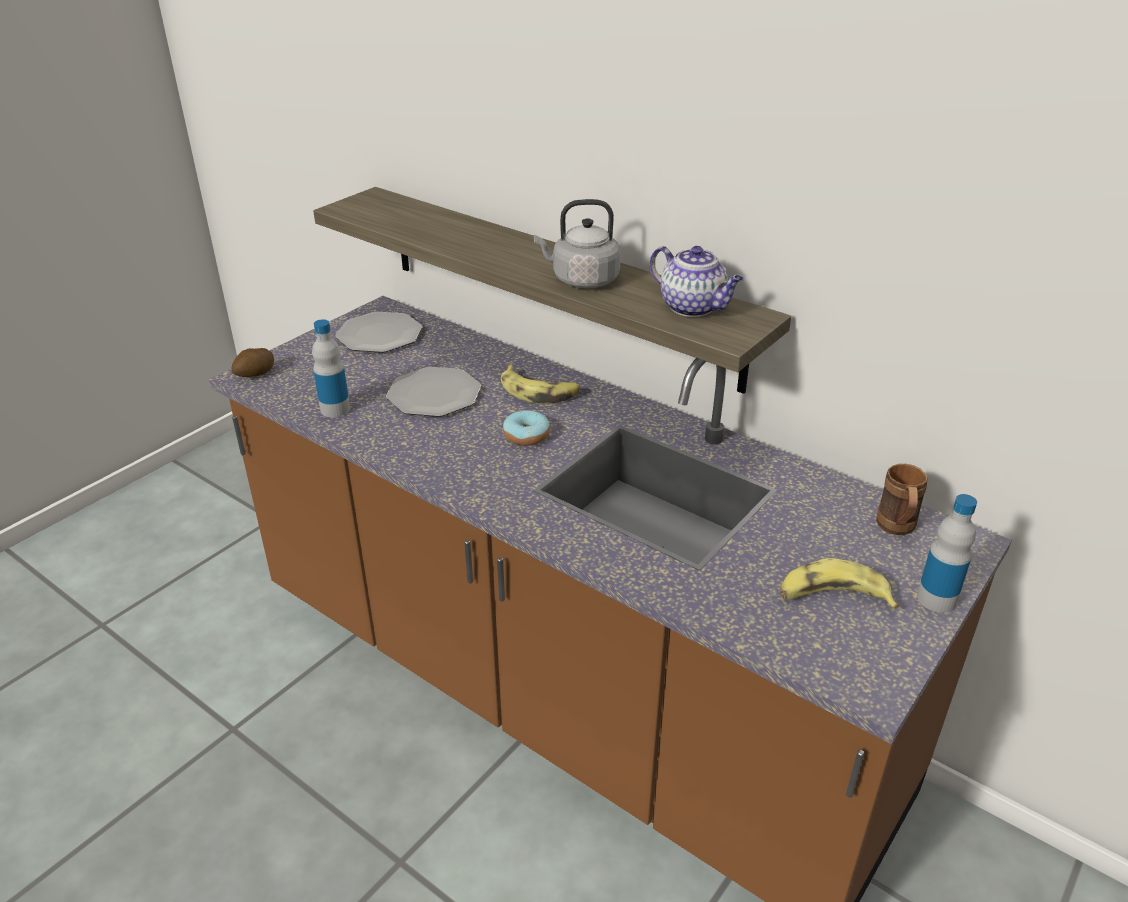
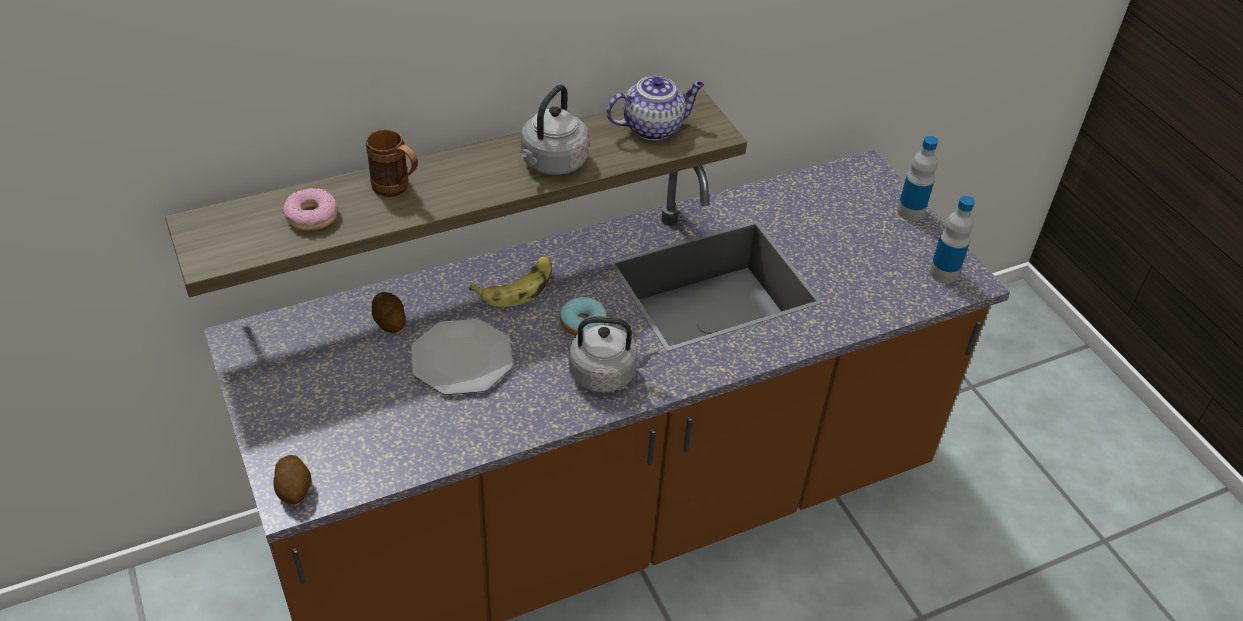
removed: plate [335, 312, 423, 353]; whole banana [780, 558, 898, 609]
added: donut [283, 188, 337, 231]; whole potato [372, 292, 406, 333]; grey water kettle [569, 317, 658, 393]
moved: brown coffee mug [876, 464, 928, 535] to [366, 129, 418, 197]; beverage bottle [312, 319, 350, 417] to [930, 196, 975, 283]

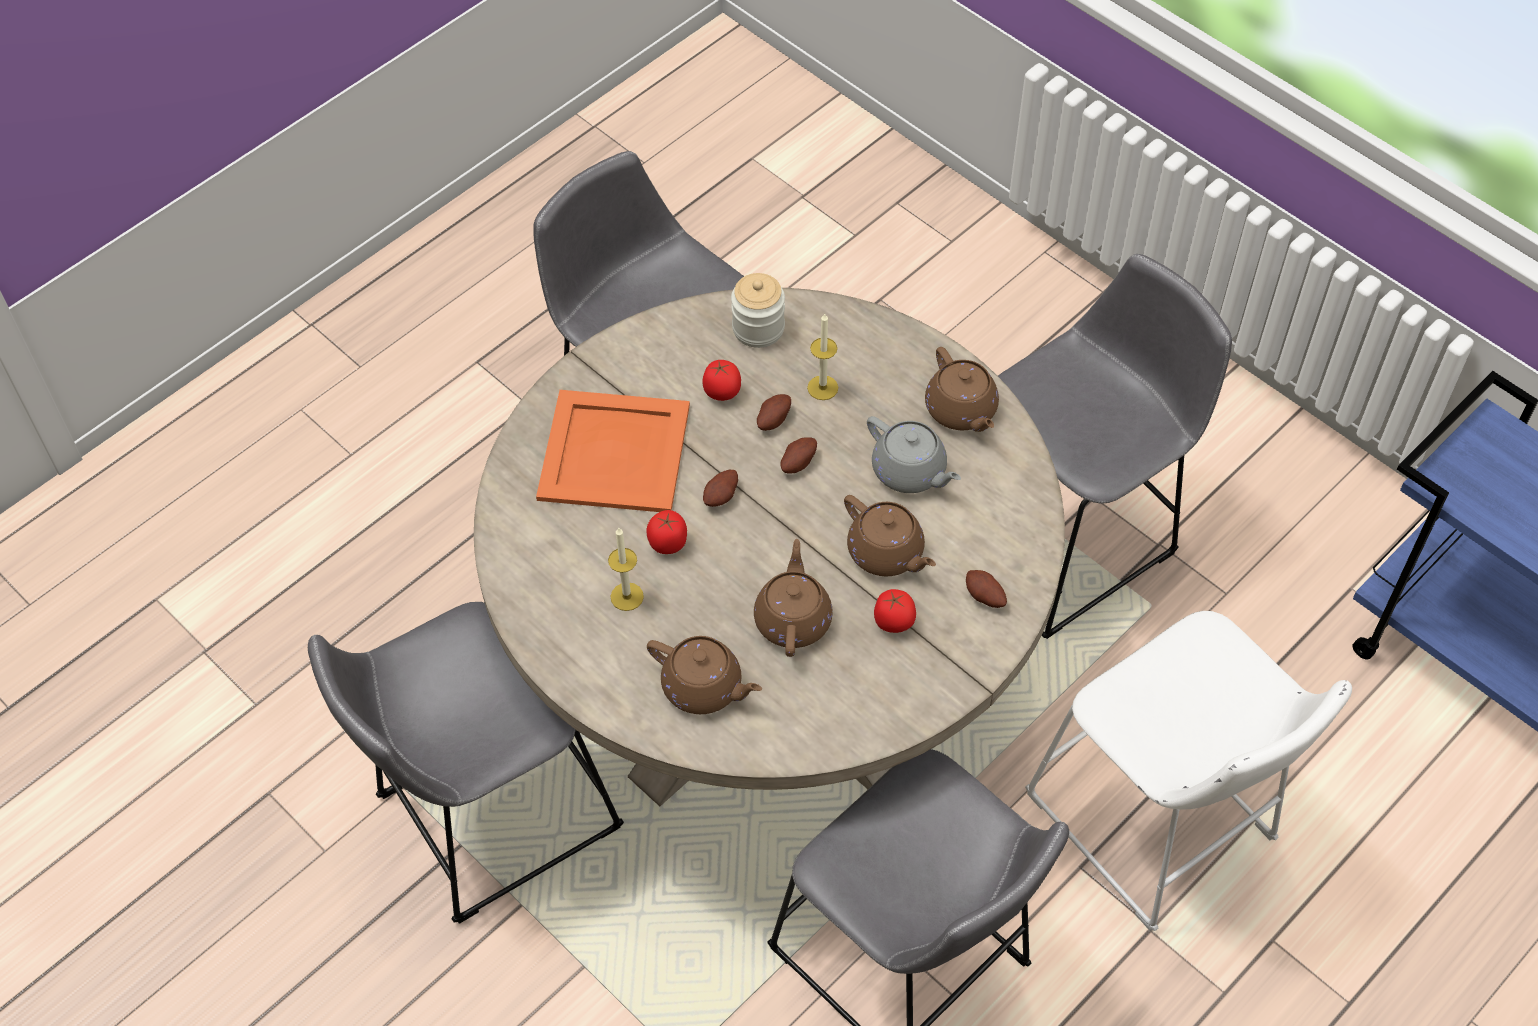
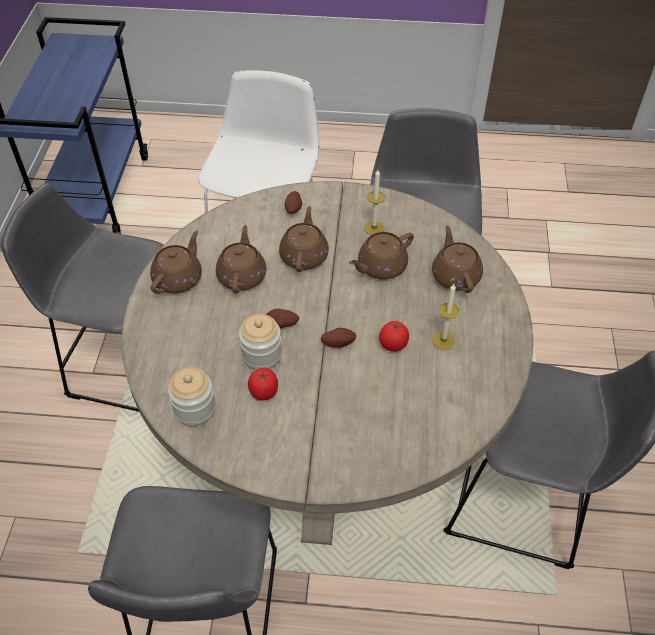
removed: orange-coloured tray [536, 390, 690, 512]; whole tomato [874, 589, 916, 633]
moved: wax candle [807, 314, 838, 400] to [364, 170, 385, 235]
replaced: whole potato [757, 394, 791, 431] to preserve jar [239, 314, 282, 370]
recoloured: grey pot for tea [867, 416, 961, 493] to brown pot for tea [216, 225, 266, 293]

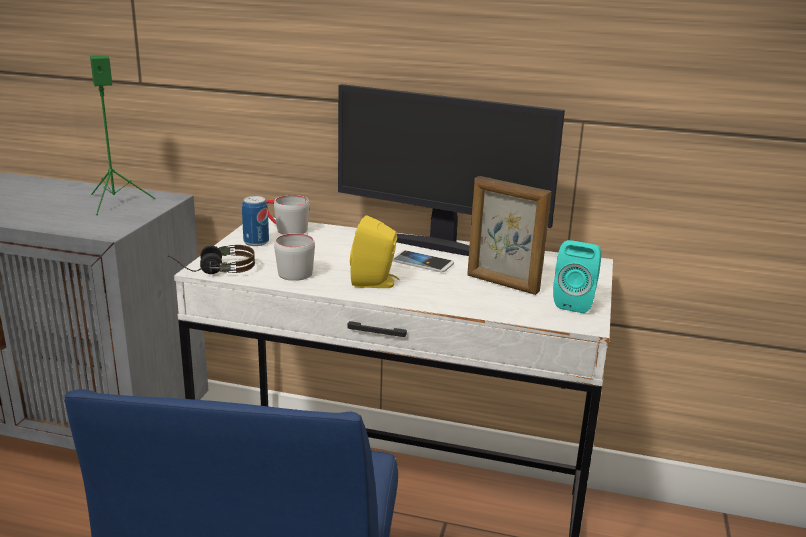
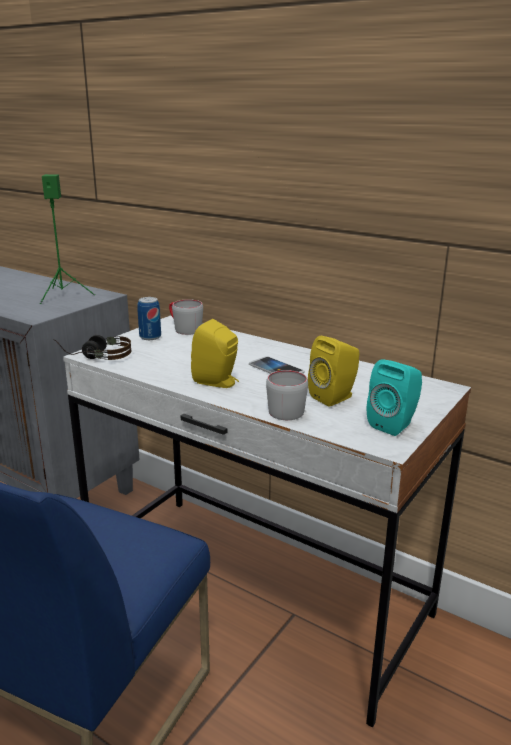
removed: computer display [338, 84, 565, 256]
moved: grey coffee mug [274, 233, 315, 281] to [266, 370, 308, 420]
replaced: photo frame [467, 176, 551, 295] to yellow-coloured loudspeaker [308, 336, 359, 406]

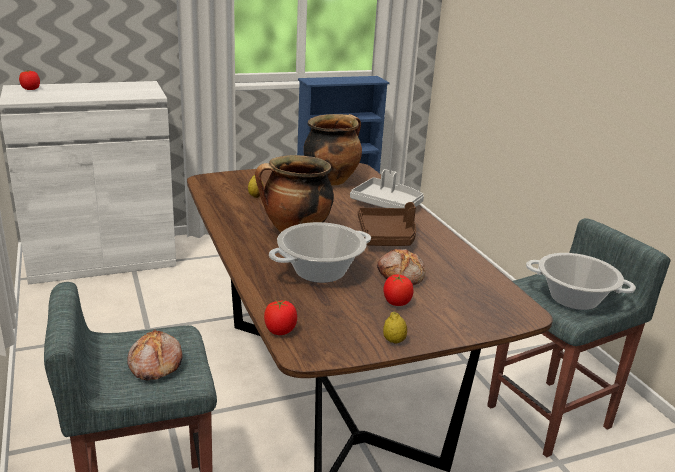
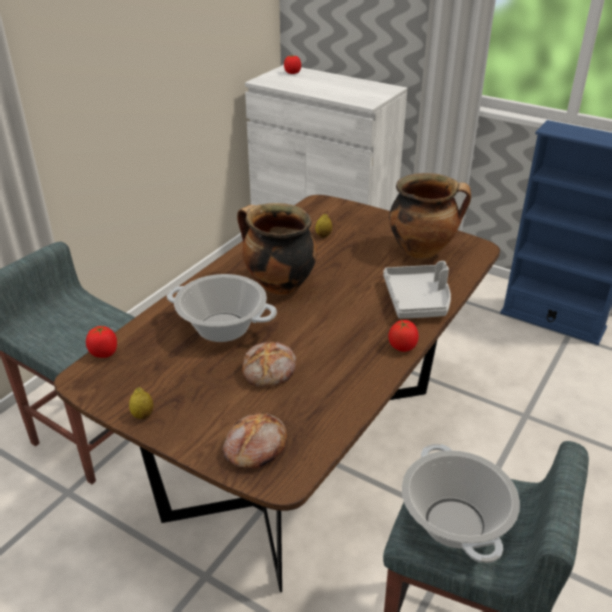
removed: brown tray [358, 202, 416, 246]
moved: bakery bread [127, 329, 183, 381] to [223, 413, 287, 468]; whole tomato [384, 274, 413, 306] to [389, 320, 419, 352]

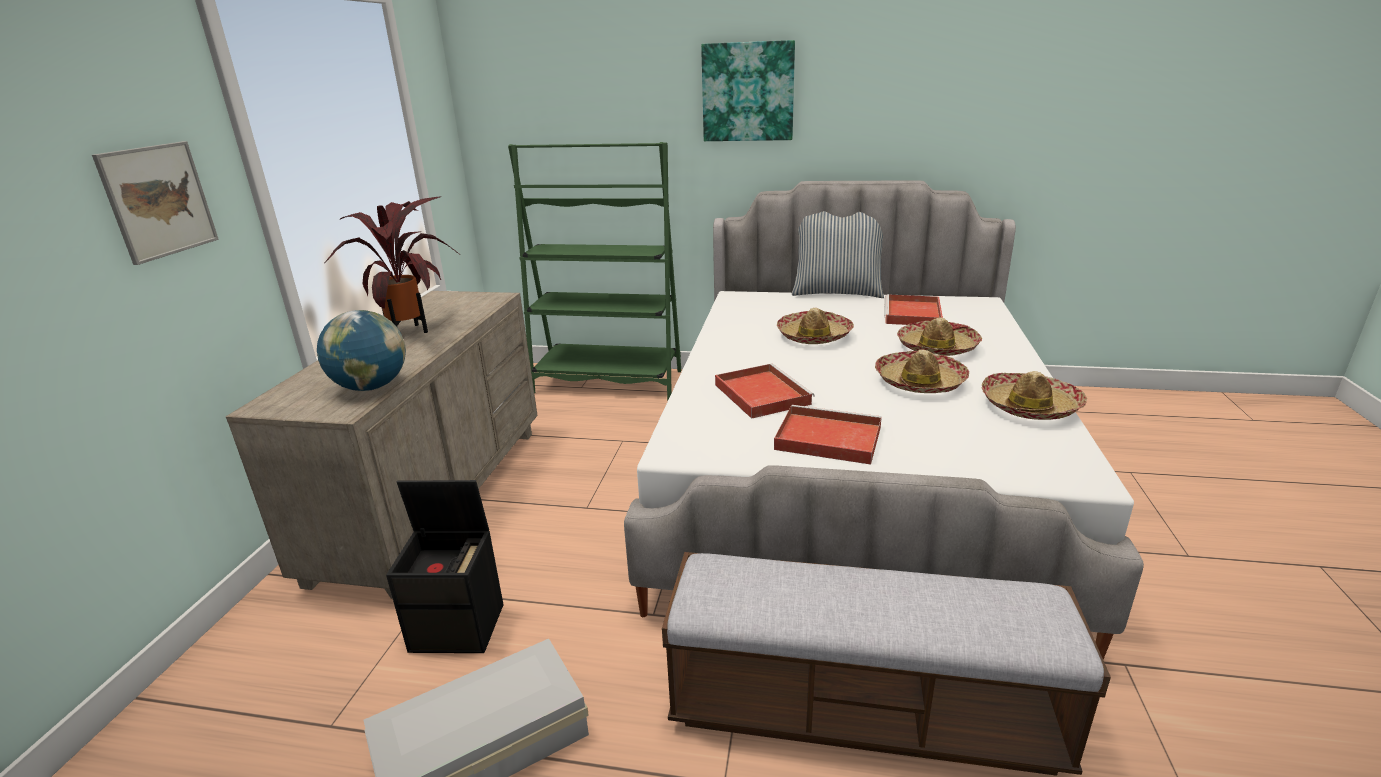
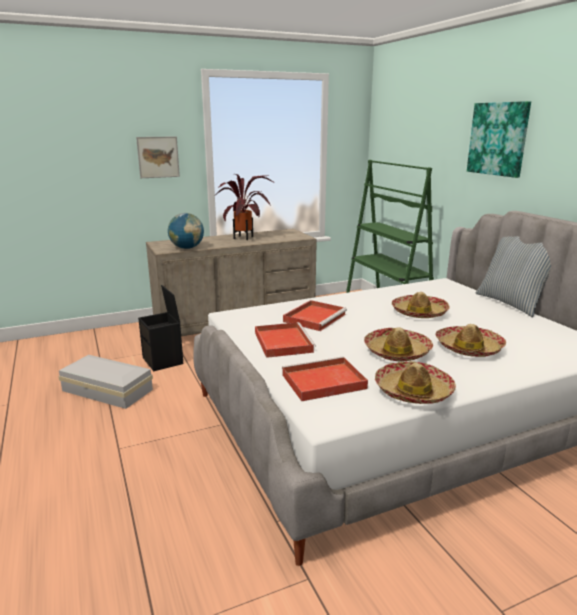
removed: indoor bench [662, 552, 1111, 776]
moved: red tray [884, 294, 943, 325] to [282, 357, 368, 401]

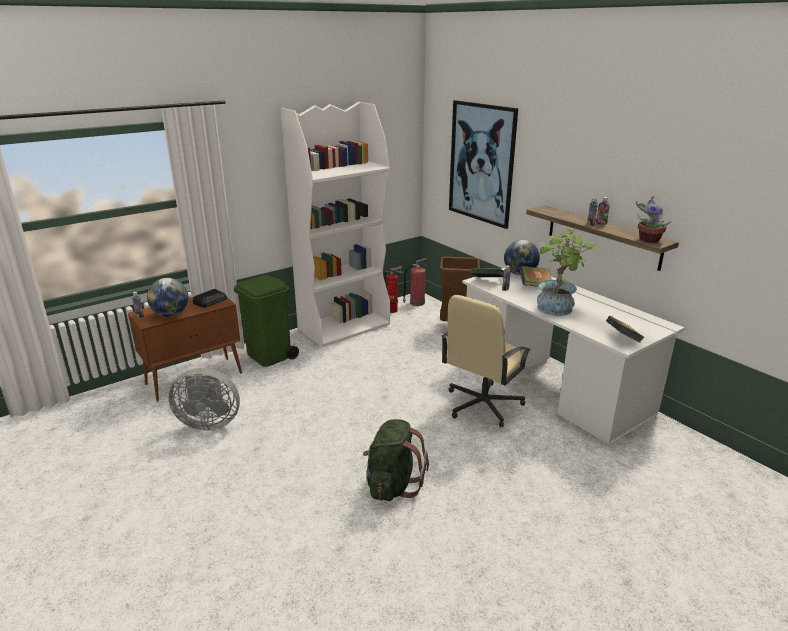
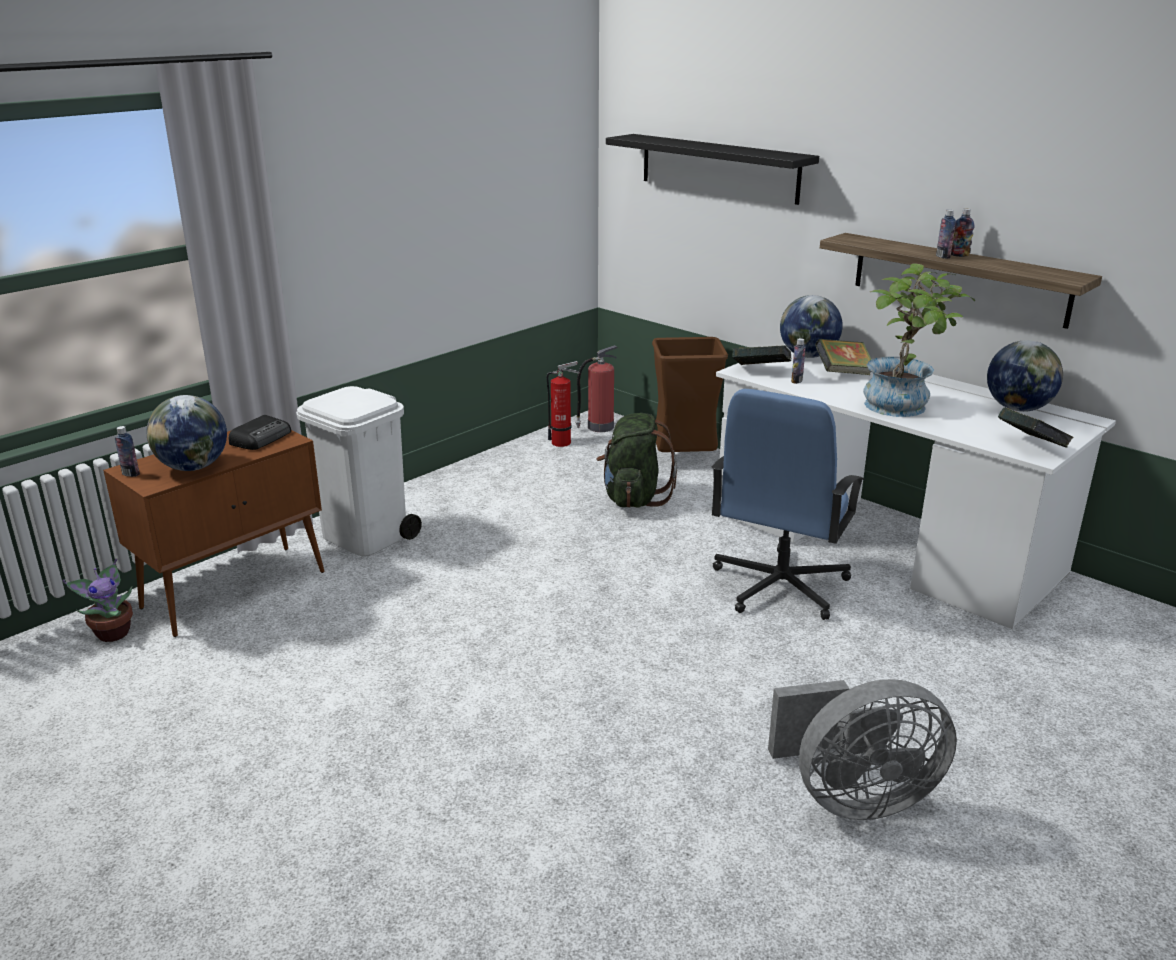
removed: whitish shelving unit [281, 102, 390, 347]
added: world globe [987, 340, 1063, 412]
moved: houseplant [636, 196, 671, 243] to [62, 559, 133, 642]; green knapsack [363, 419, 429, 501] to [596, 413, 677, 508]; grey electric fan [169, 368, 240, 431] to [768, 679, 957, 820]
replaced: picture [449, 100, 518, 229] to black-coloured wall shelf [606, 134, 819, 205]
recoloured: green waste bin [234, 275, 299, 367] to whitish waste bin [296, 386, 422, 556]; sand-coloured computer chair [441, 295, 531, 427] to bluish computer chair [712, 389, 865, 620]

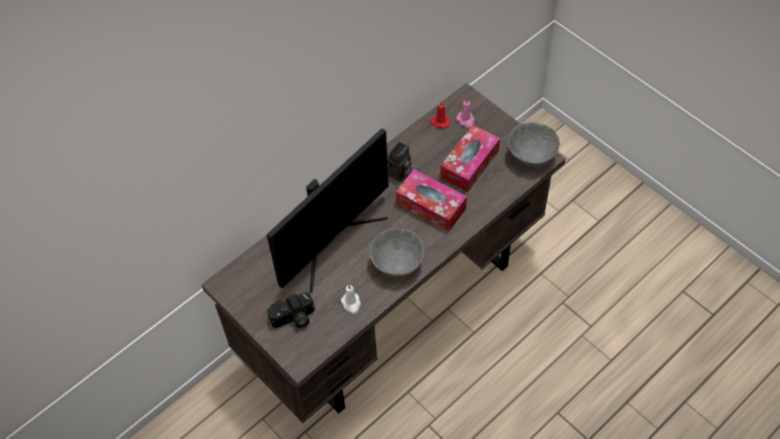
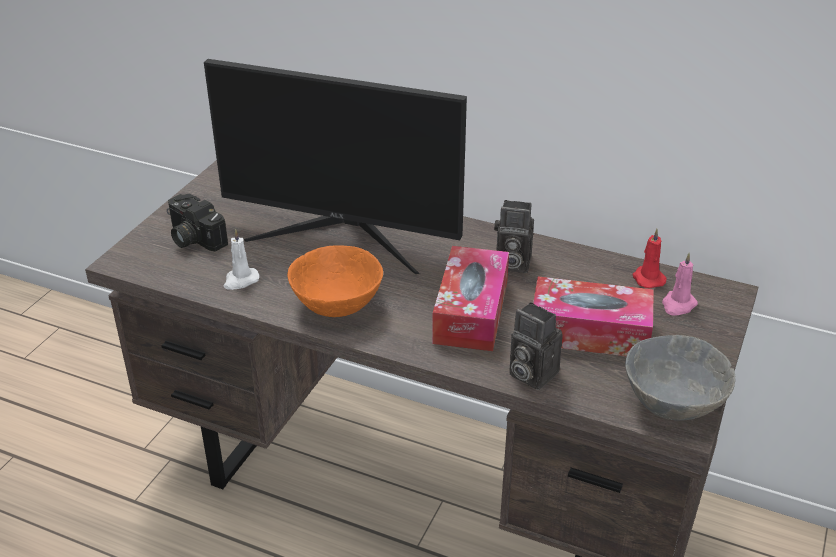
added: photo camera [509, 302, 563, 390]
recoloured: grey bowl [370, 229, 424, 277] to orange-coloured bowl [287, 245, 383, 317]

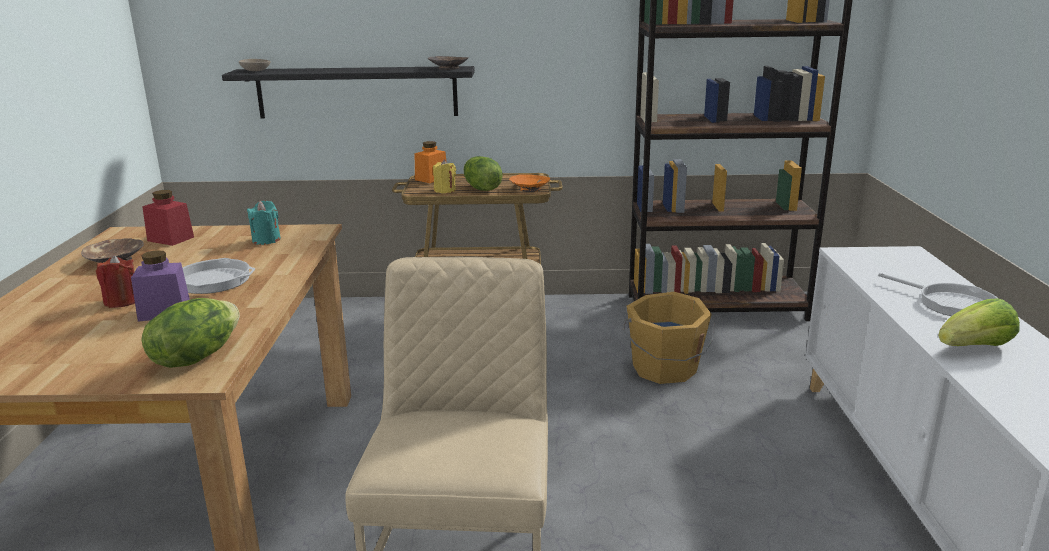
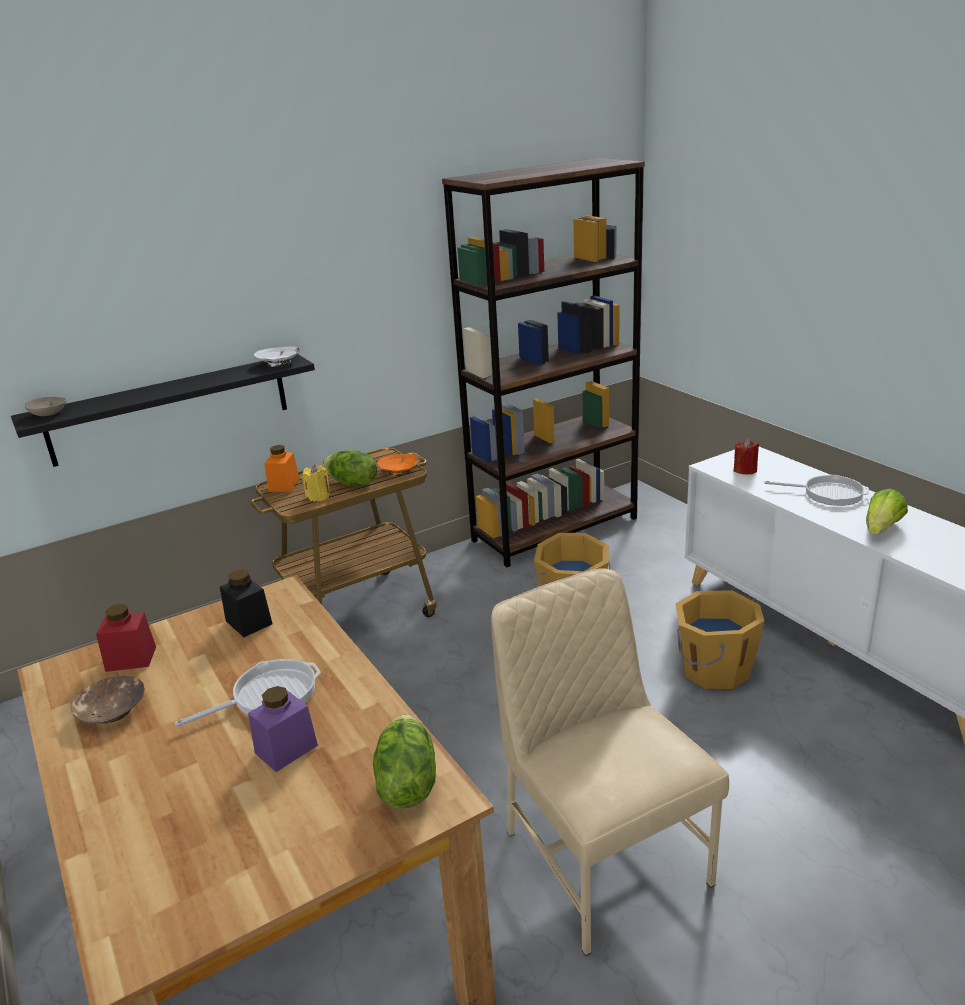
added: orange-coloured bucket [675, 590, 764, 689]
moved: red wax candle [96, 255, 135, 308] to [734, 439, 759, 475]
replaced: blue-green wax candle [247, 200, 281, 245] to black-coloured preserve jar [220, 569, 273, 637]
recoloured: brown bowl [428, 56, 469, 70] to whitish bowl [254, 347, 300, 367]

